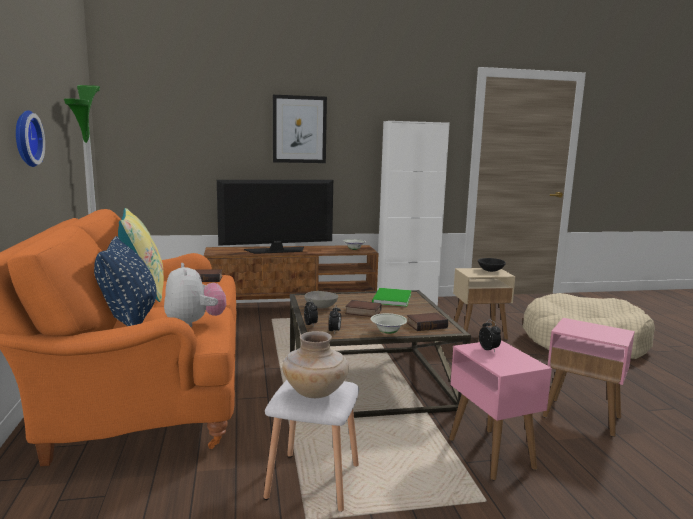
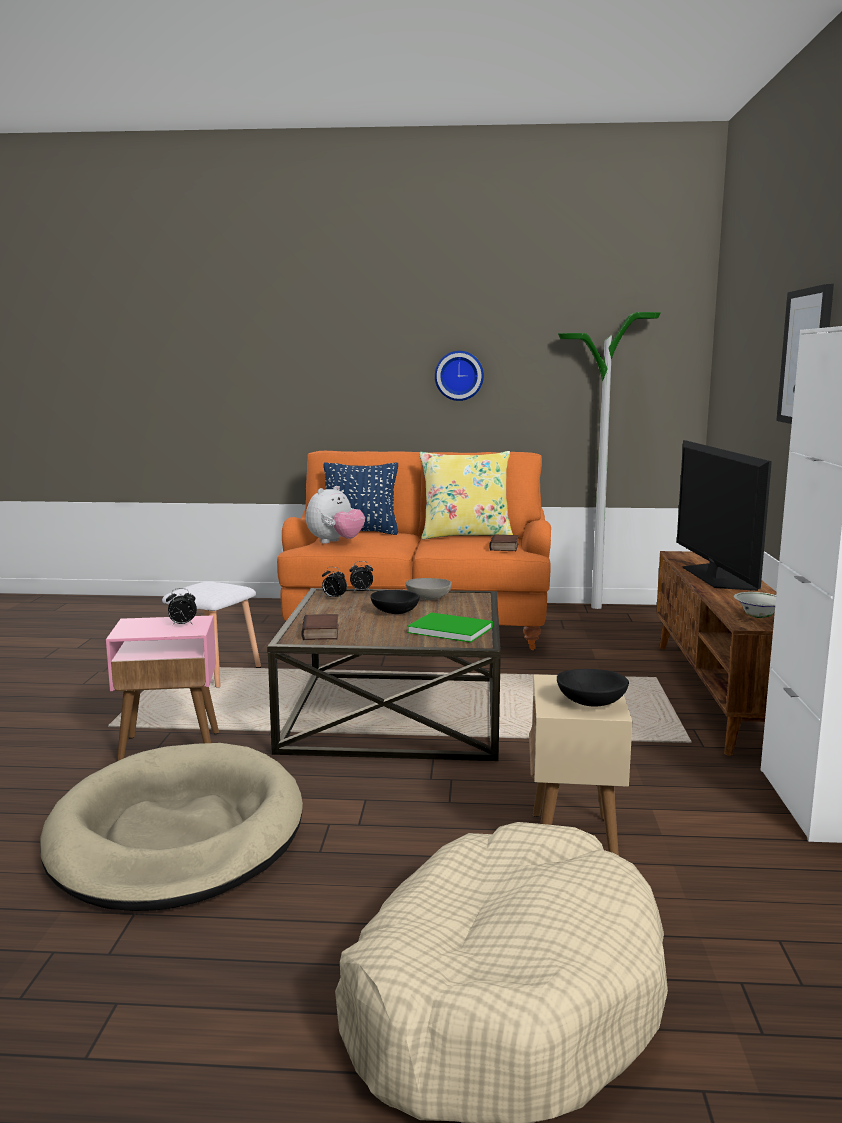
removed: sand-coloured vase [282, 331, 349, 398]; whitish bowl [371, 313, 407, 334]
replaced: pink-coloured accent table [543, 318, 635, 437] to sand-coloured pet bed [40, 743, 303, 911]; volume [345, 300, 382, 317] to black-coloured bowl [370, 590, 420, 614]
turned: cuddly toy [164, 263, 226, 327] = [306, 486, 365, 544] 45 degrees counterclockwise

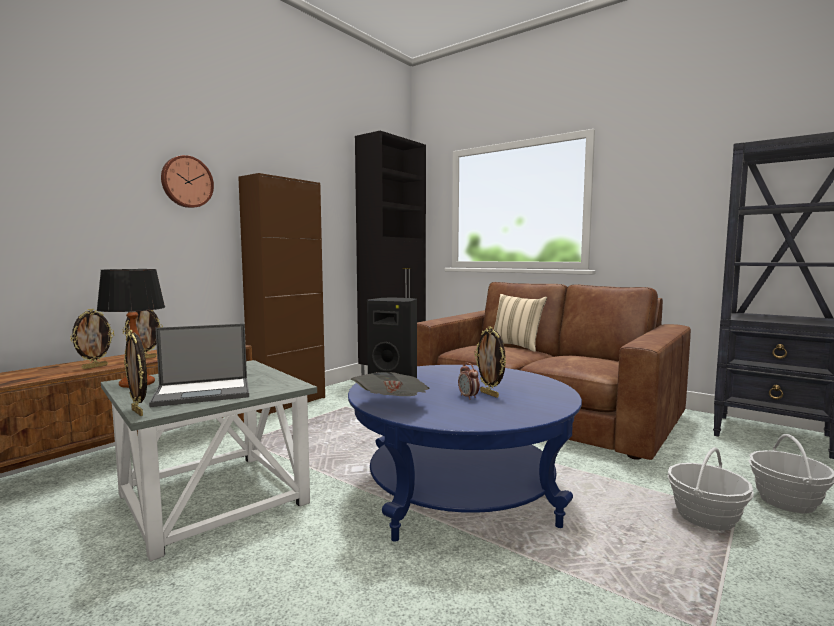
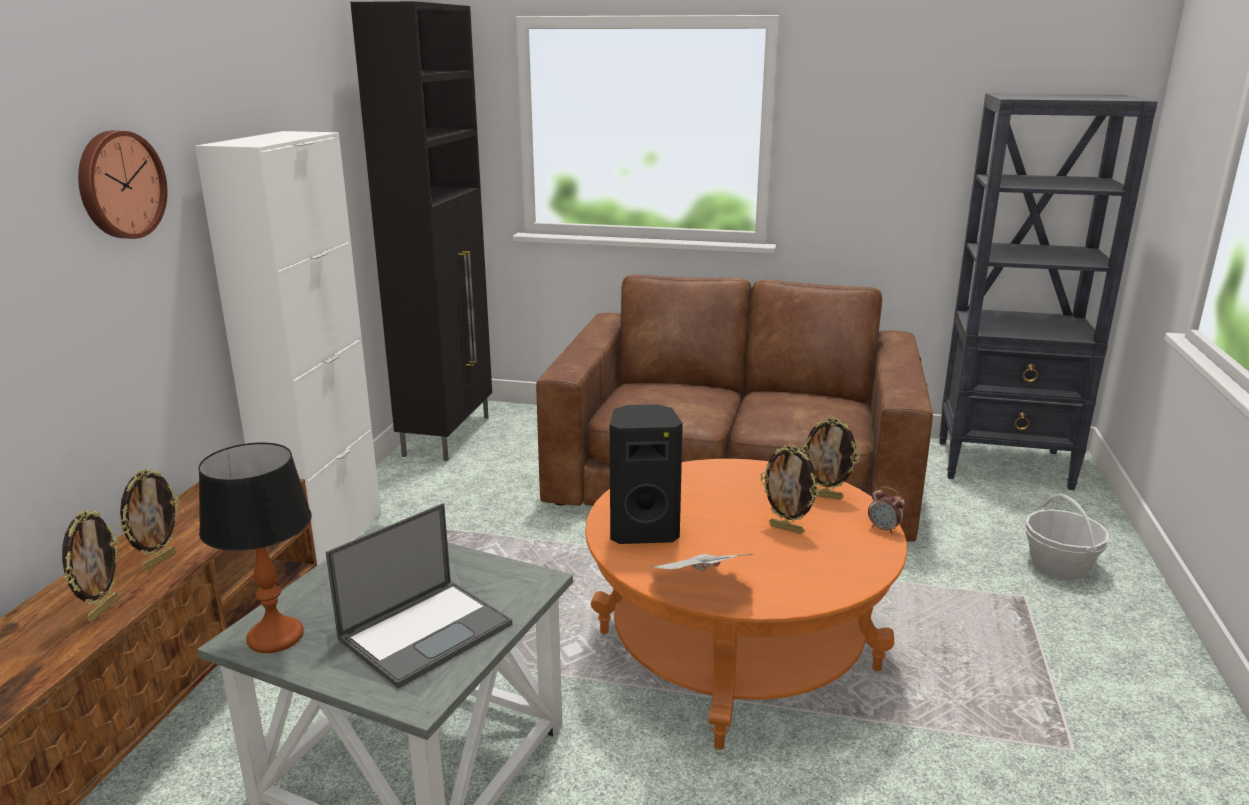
removed: sand-coloured throw pillow [494, 294, 547, 352]; basket [668, 447, 754, 530]
moved: photo frame [124, 330, 147, 416] to [801, 416, 860, 500]; table clock [458, 363, 480, 400] to [868, 486, 905, 534]
recoloured: brown storage cabinet [238, 173, 325, 415] to whitish storage cabinet [195, 131, 381, 565]; bluish coffee table [348, 365, 582, 542] to orange-coloured coffee table [585, 459, 907, 750]

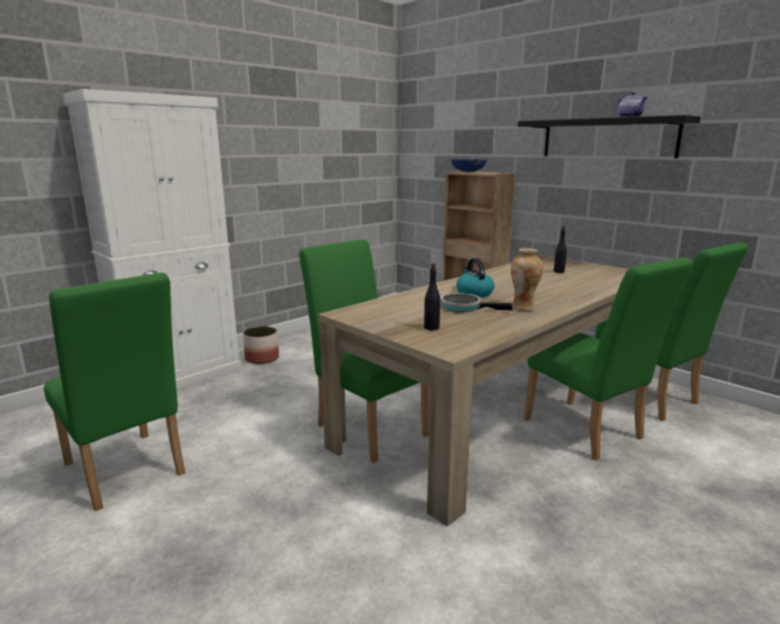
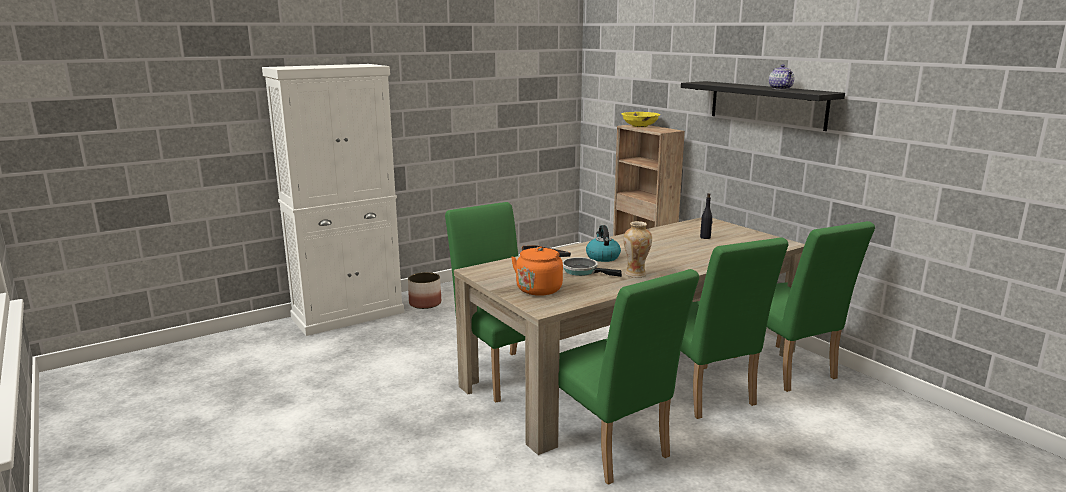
moved: green plain chair [44, 273, 185, 511] to [558, 269, 699, 485]
replaced: black-coloured beverage bottle [424, 263, 440, 330] to orange-coloured water kettle [511, 245, 571, 296]
recoloured: bluish bowl [450, 159, 487, 172] to yellow-coloured bowl [621, 112, 660, 127]

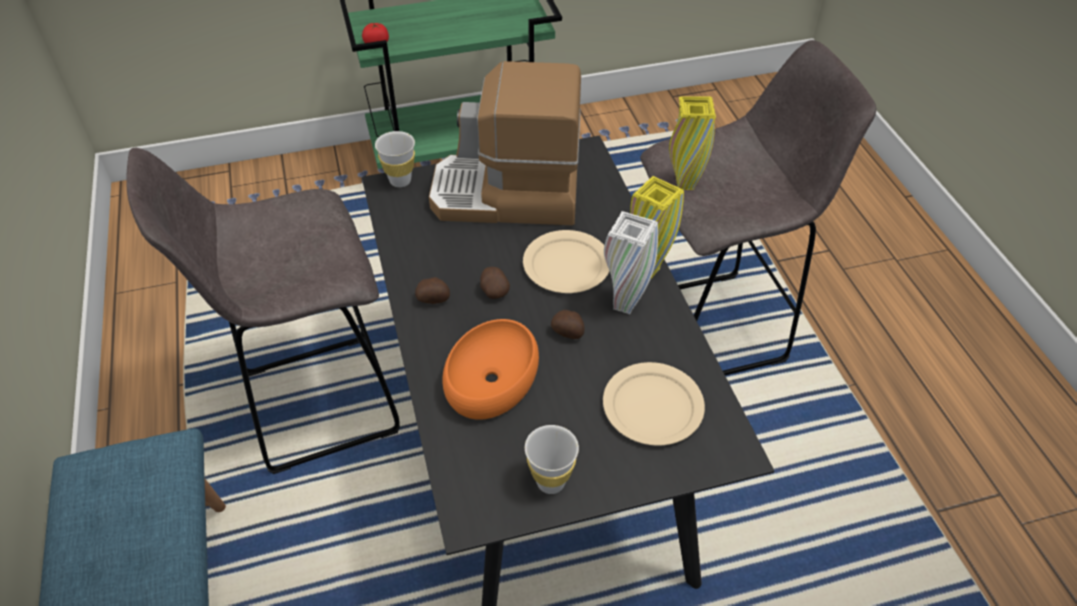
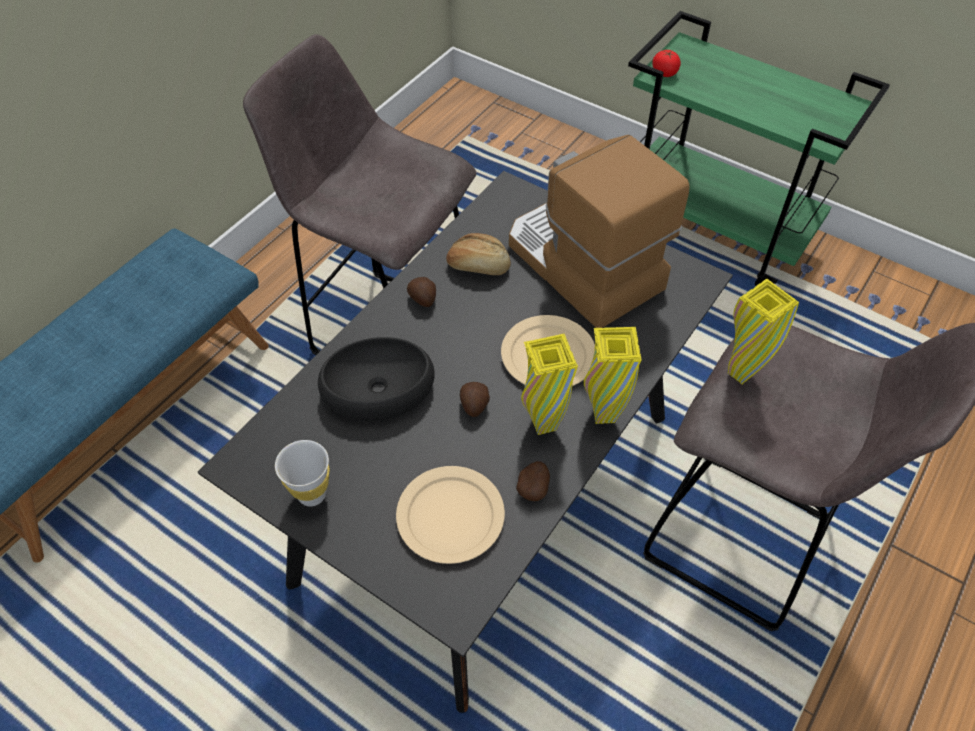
removed: whitish drinking cup [375, 131, 415, 187]
added: bakery bread [446, 233, 511, 275]
moved: whole potato [480, 267, 510, 299] to [516, 461, 550, 501]
recoloured: orange-coloured bowl [442, 319, 539, 420] to black-coloured bowl [318, 337, 435, 421]; whitish vase [604, 211, 658, 314] to yellow-coloured vase [521, 334, 578, 435]

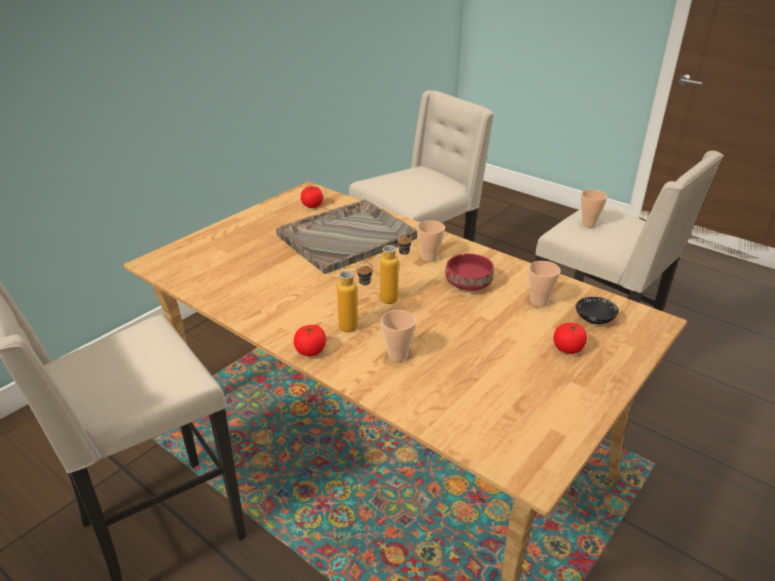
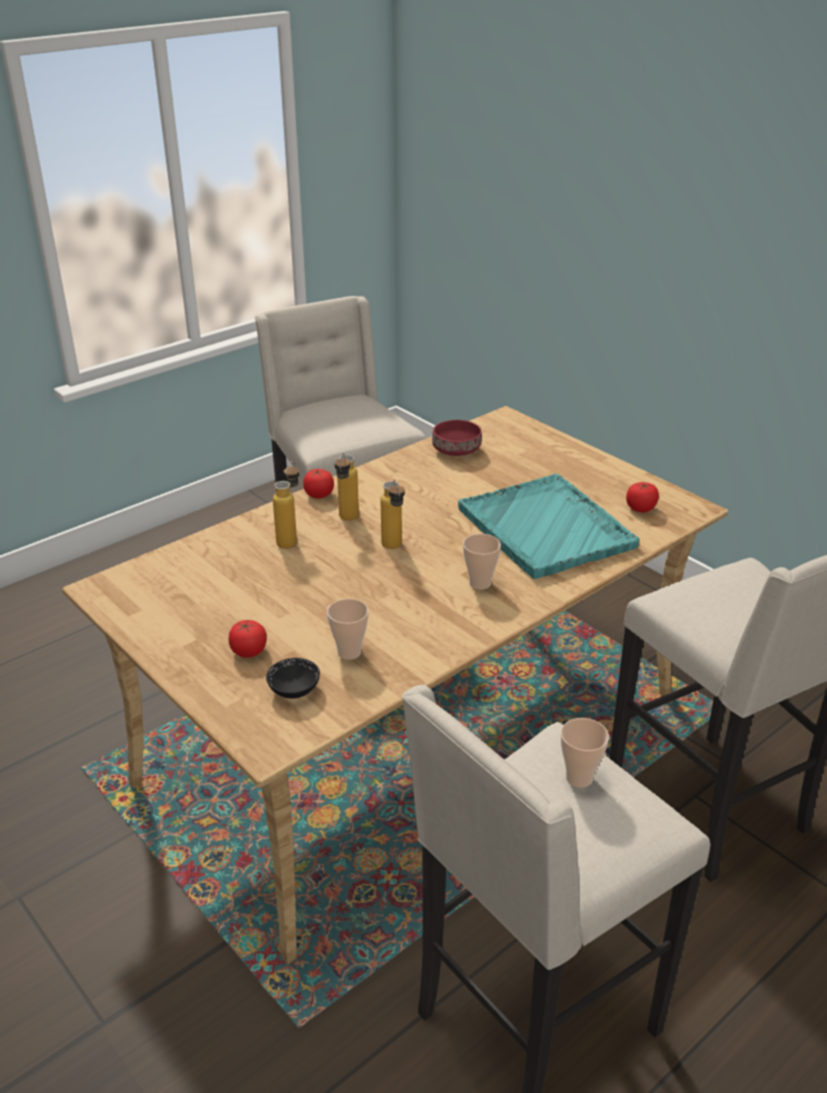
moved: red bowl [446, 253, 494, 291] to [432, 420, 482, 456]
replaced: drinking cup [381, 310, 416, 361] to beverage bottle [273, 461, 299, 549]
recoloured: grey tray [276, 199, 417, 274] to blue-green tray [458, 474, 640, 579]

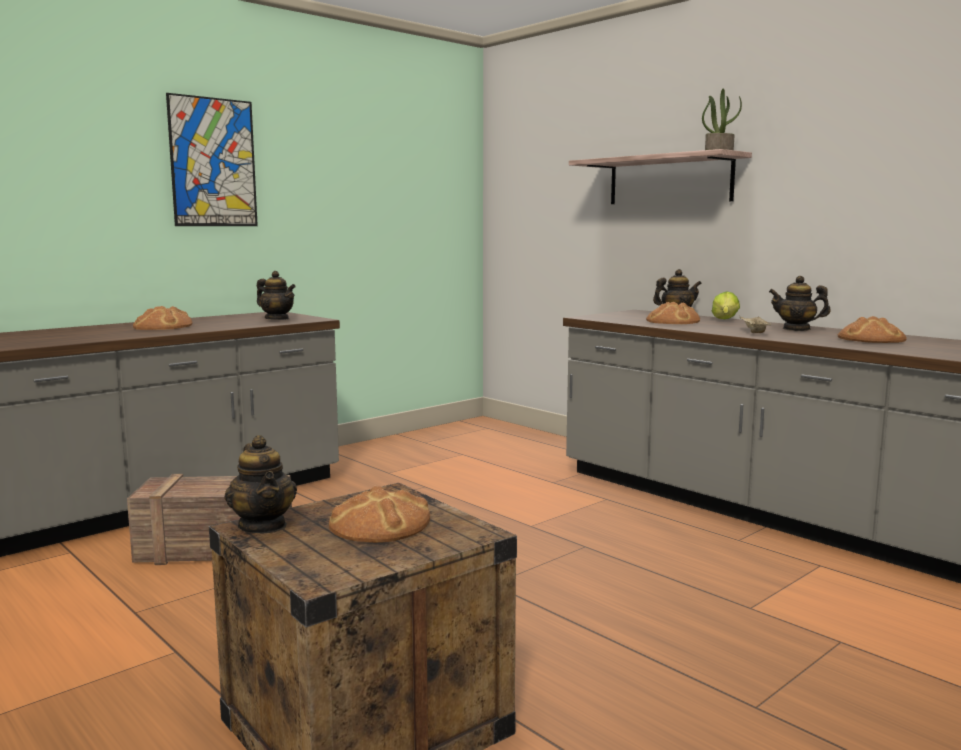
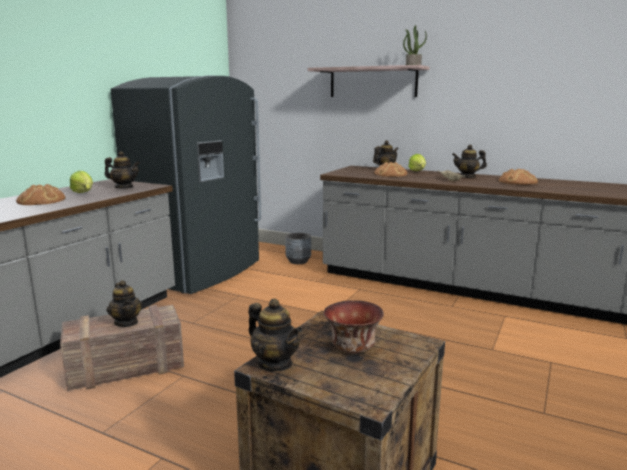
removed: picture [166, 93, 258, 226]
added: head of lettuce [70, 171, 93, 193]; pot for tea [107, 280, 143, 327]; grey fridge [111, 75, 261, 294]; grey planter [285, 233, 311, 264]
replaced: bakery bread [329, 486, 430, 543] to bowl [323, 300, 384, 353]

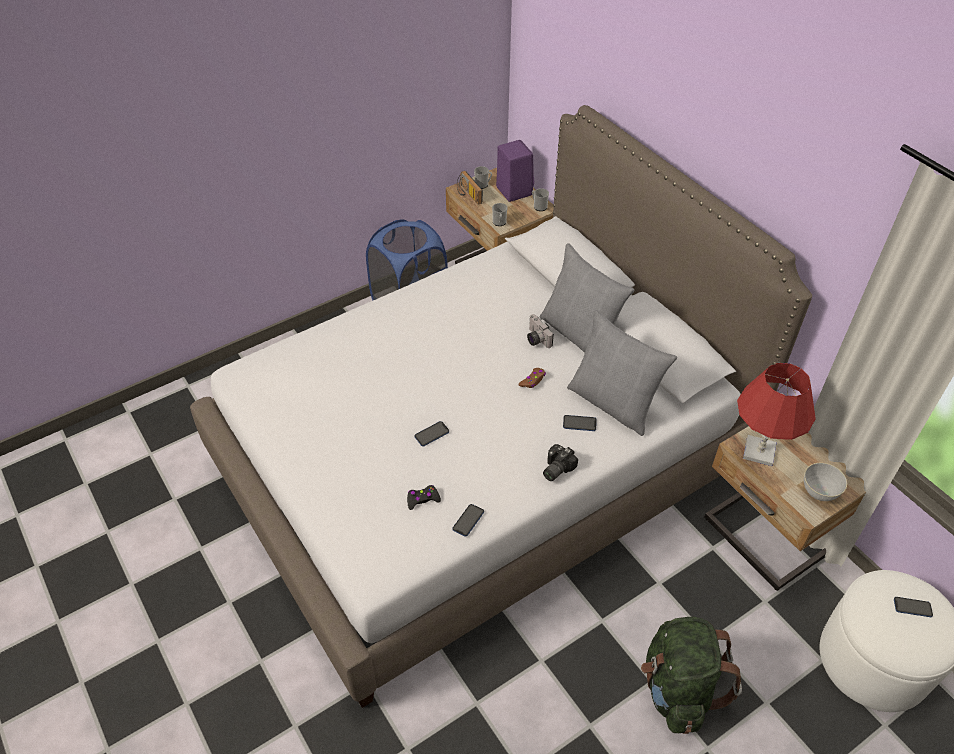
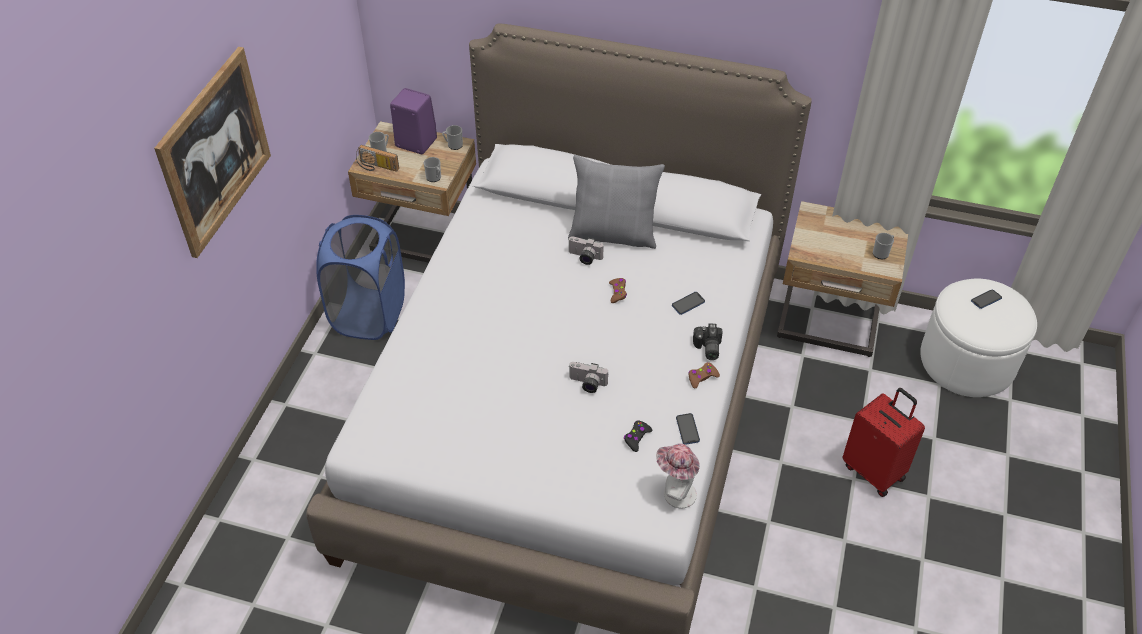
removed: grey throw pillow [567, 310, 677, 436]; red tabletop lamp [737, 363, 816, 466]
added: picture [154, 47, 271, 258]; hat [656, 444, 700, 509]; brown game controller [688, 362, 720, 388]
replaced: phone [414, 421, 449, 446] to photo camera [569, 362, 609, 393]; green knapsack [641, 617, 742, 734] to red piece of luggage [843, 388, 925, 497]; grey bowl [804, 463, 847, 501] to coffee mug [873, 233, 894, 259]

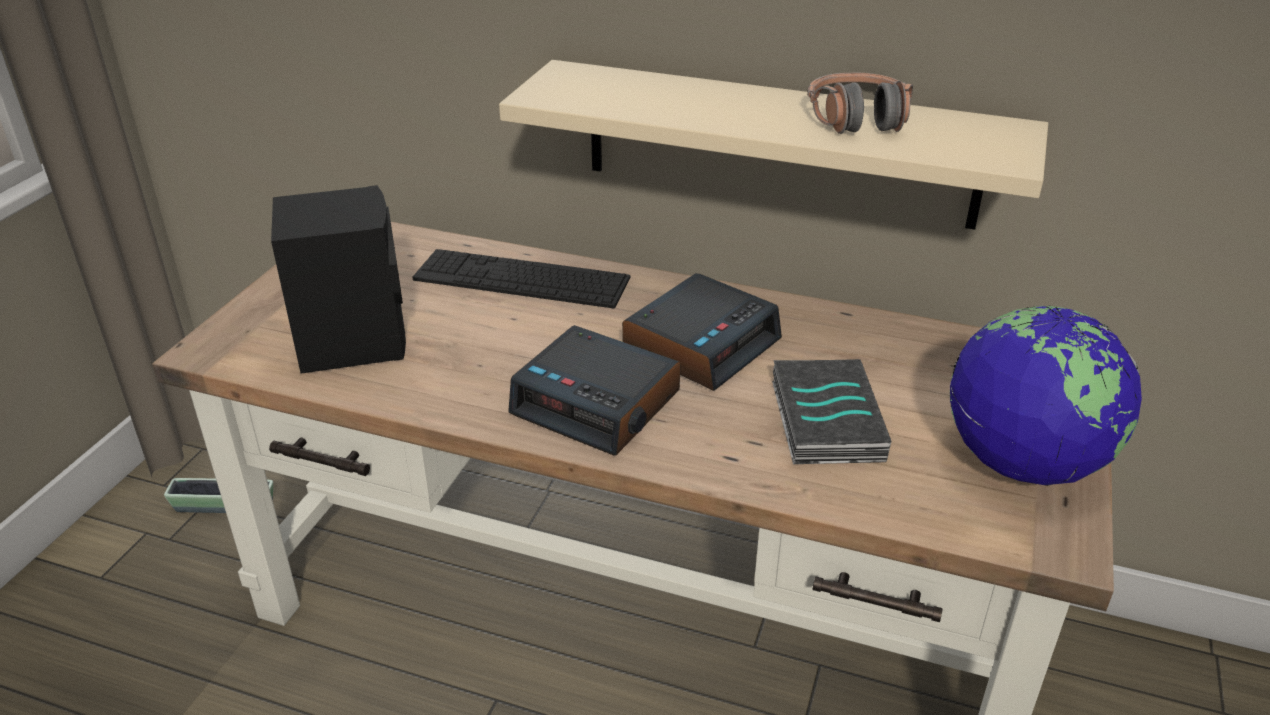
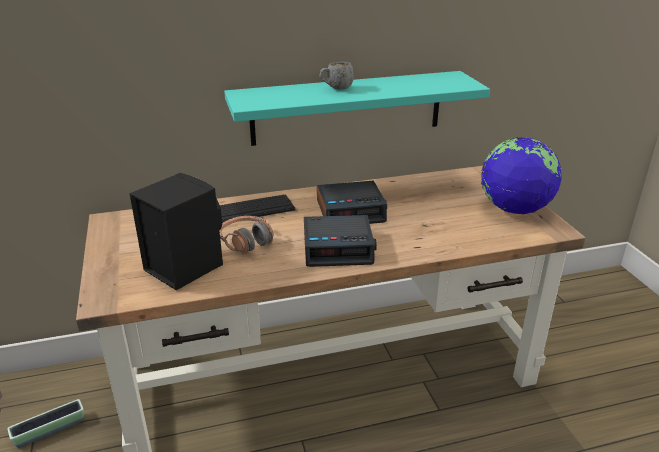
removed: volume [772, 359, 891, 464]
added: grey coffee mug [319, 62, 354, 90]
moved: headphones [807, 73, 913, 134] to [220, 216, 273, 254]
recoloured: sand-coloured wall shelf [499, 60, 1048, 230] to blue-green wall shelf [224, 71, 490, 146]
turned: table clock [622, 273, 782, 391] = [317, 181, 387, 224] 75 degrees clockwise

